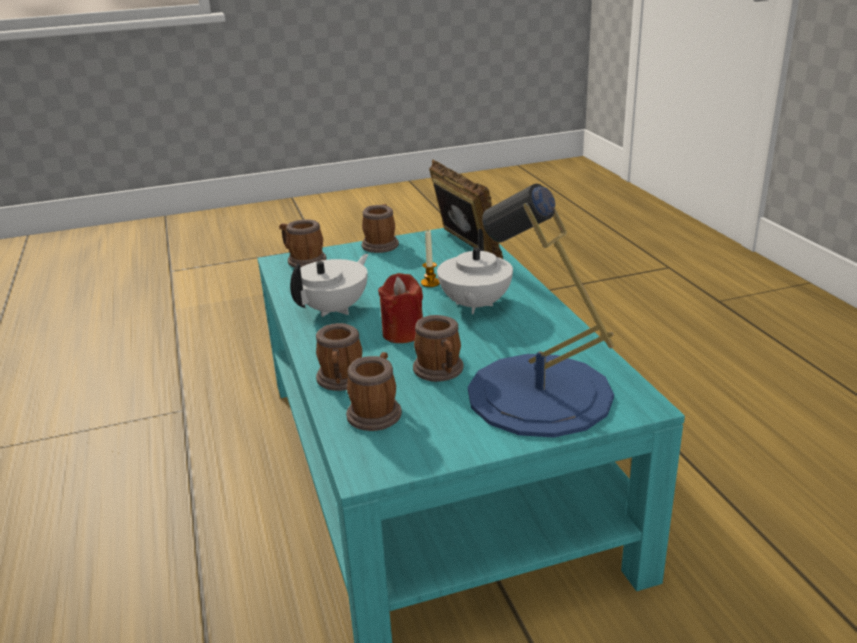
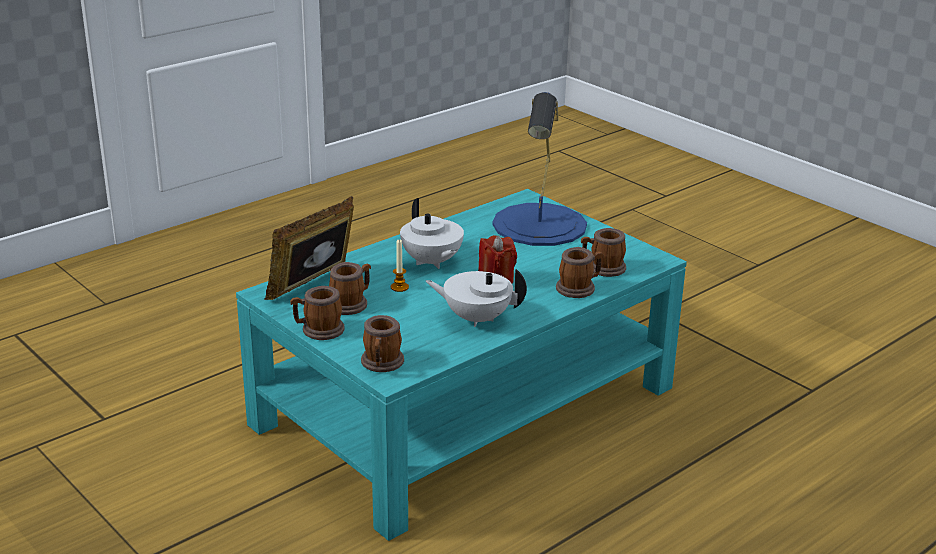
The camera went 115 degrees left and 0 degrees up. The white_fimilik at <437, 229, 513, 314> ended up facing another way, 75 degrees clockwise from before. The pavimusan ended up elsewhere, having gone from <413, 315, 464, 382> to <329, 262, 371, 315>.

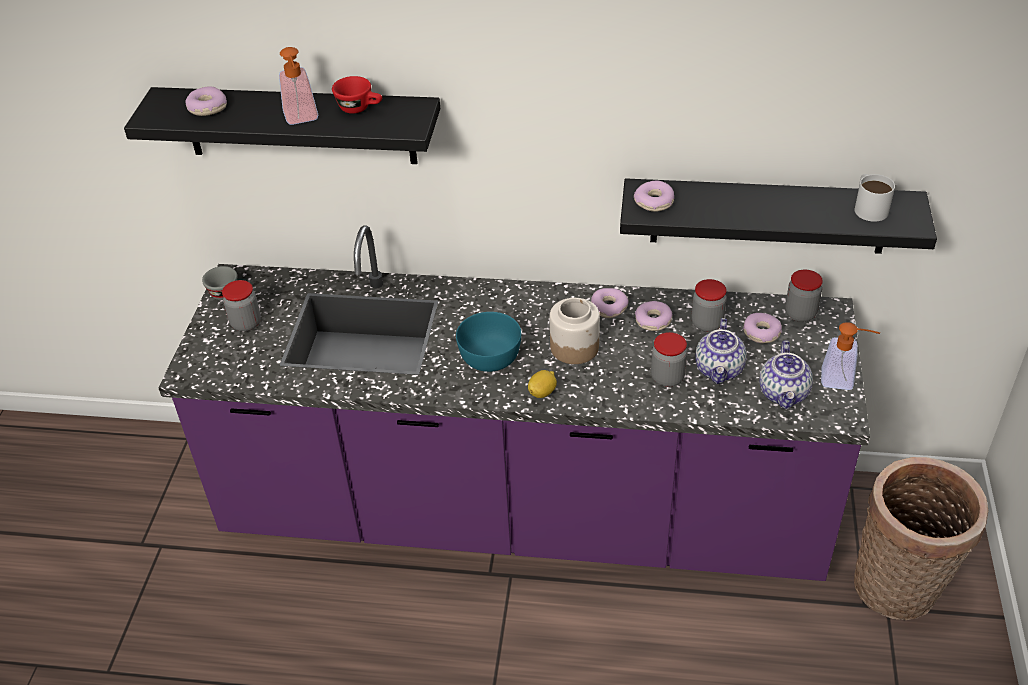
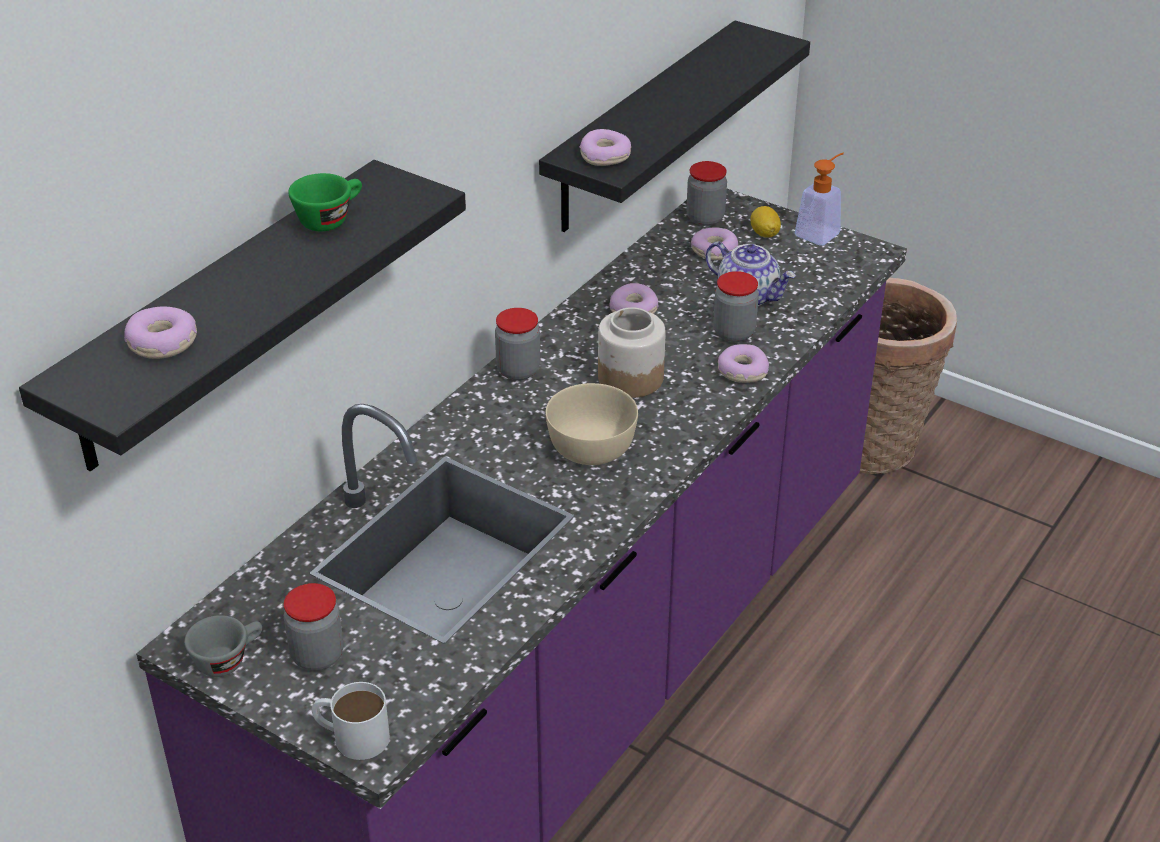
The camera went 65 degrees left and 5 degrees down. The second view lost the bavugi at <279, 47, 318, 125>. What was the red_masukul at <332, 76, 382, 114> turned into the green_masukul at <288, 173, 362, 231>. The white_pavimusan ended up elsewhere, having gone from <854, 174, 895, 222> to <312, 682, 390, 760>. The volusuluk ended up elsewhere, having gone from <691, 279, 727, 332> to <495, 308, 540, 380>. The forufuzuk ended up elsewhere, having gone from <591, 288, 629, 318> to <718, 344, 769, 383>. What was the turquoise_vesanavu at <456, 312, 521, 372> turned into the beige_vesanavu at <546, 383, 638, 465>. The second view lost the fimilik at <759, 340, 813, 409>. The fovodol ended up elsewhere, having gone from <528, 370, 557, 398> to <750, 206, 781, 238>.

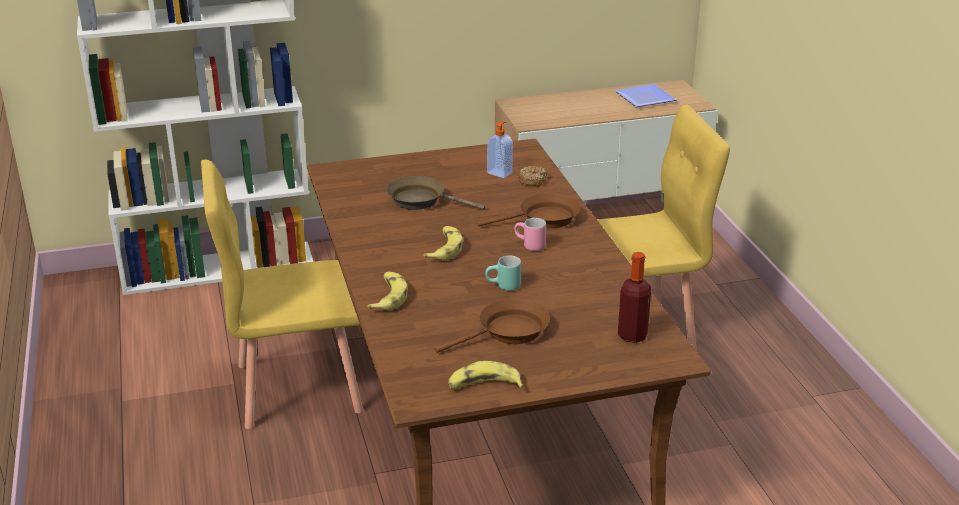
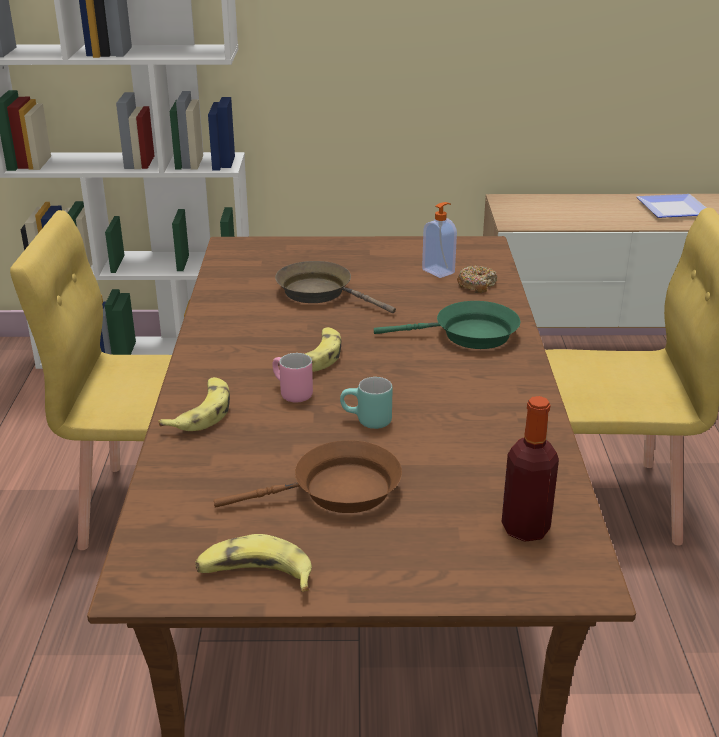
The camera went 15 degrees right and 0 degrees up. What was the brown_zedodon at <477, 193, 580, 228> turned into the green_zedodon at <374, 301, 520, 349>. The pink_pavimusan ended up elsewhere, having gone from <514, 218, 546, 251> to <272, 353, 313, 402>.

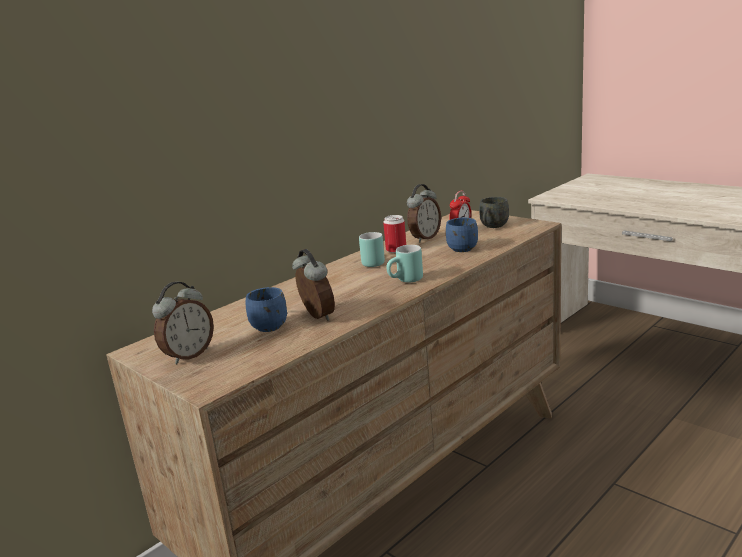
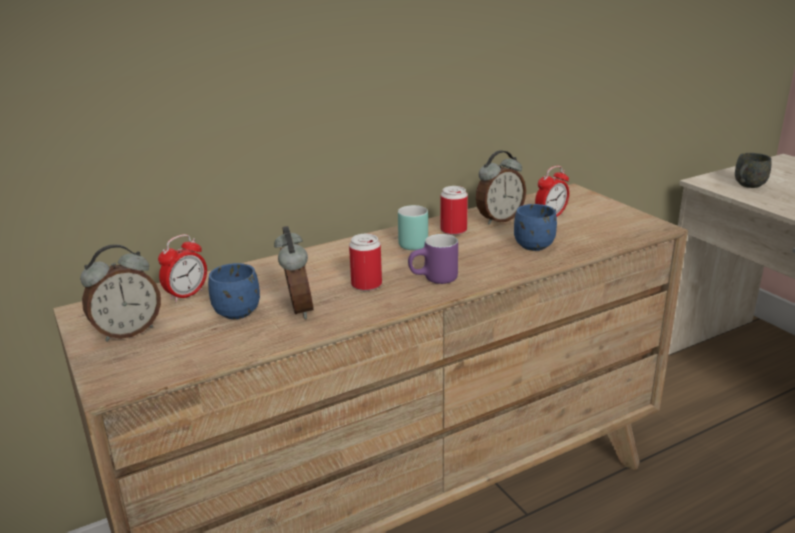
The camera went 15 degrees right and 5 degrees up. The grey_pavimusan ended up elsewhere, having gone from <479, 197, 509, 228> to <735, 153, 772, 188>. What was the turquoise_pavimusan at <386, 245, 423, 282> turned into the purple_pavimusan at <408, 234, 458, 284>. The second view gained the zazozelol at <158, 234, 207, 302>. The second view gained the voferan at <349, 234, 382, 291>.

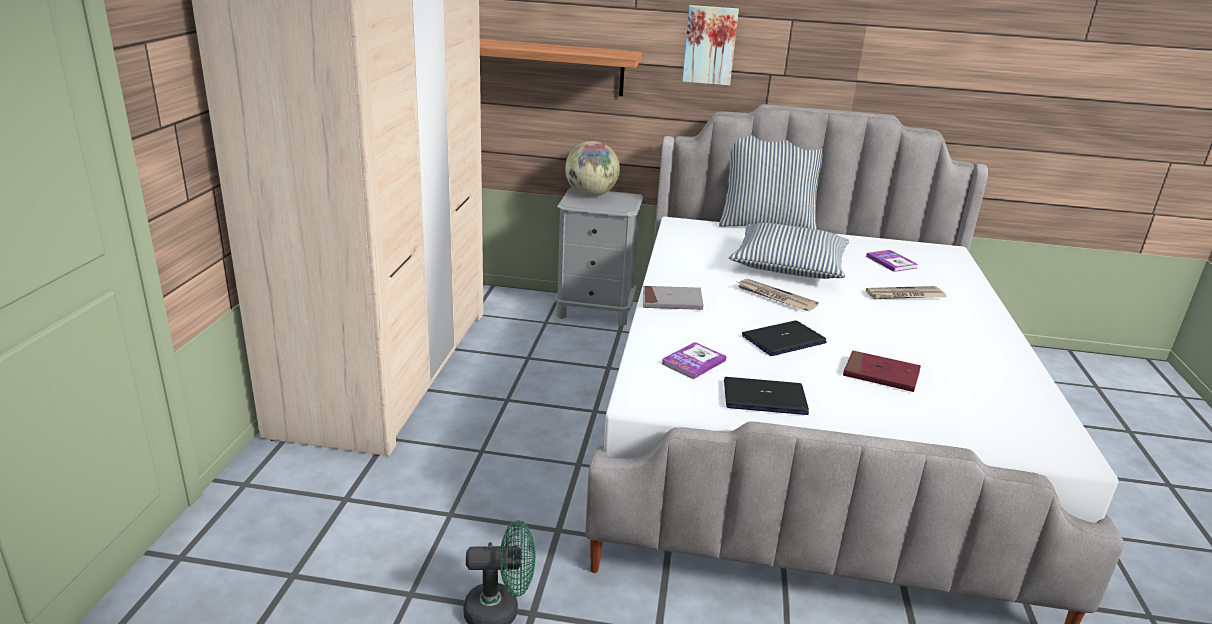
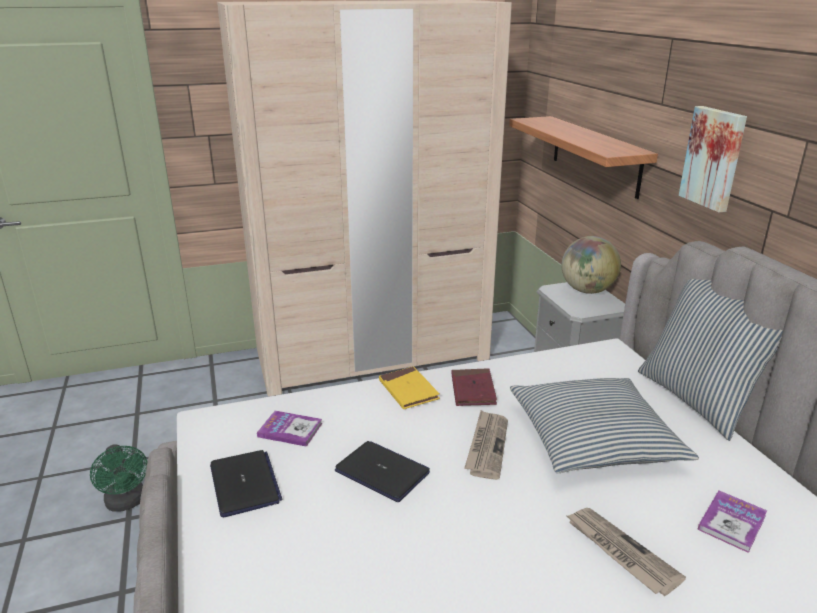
The camera went 65 degrees right and 0 degrees up. What was the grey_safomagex at <643, 286, 703, 310> turned into the yellow_safomagex at <379, 366, 440, 409>. The red_safomagex ended up elsewhere, having gone from <843, 351, 921, 392> to <451, 368, 497, 406>.

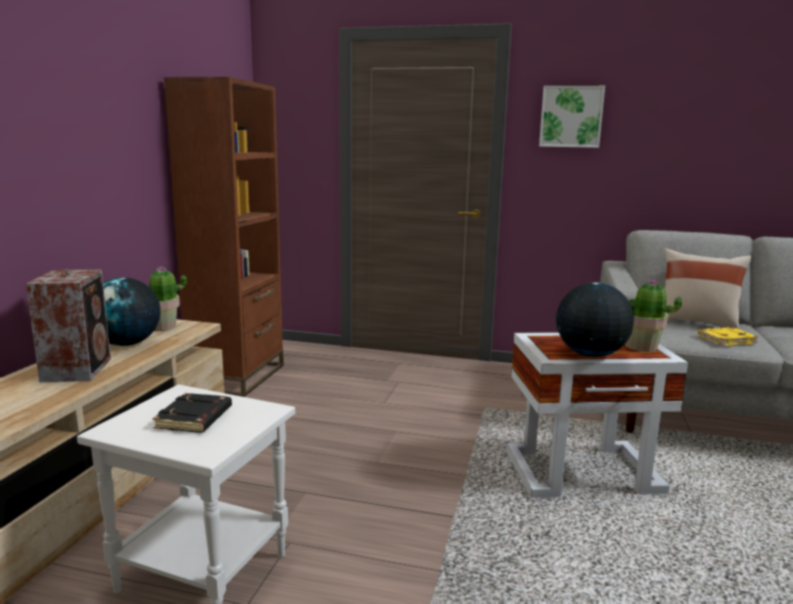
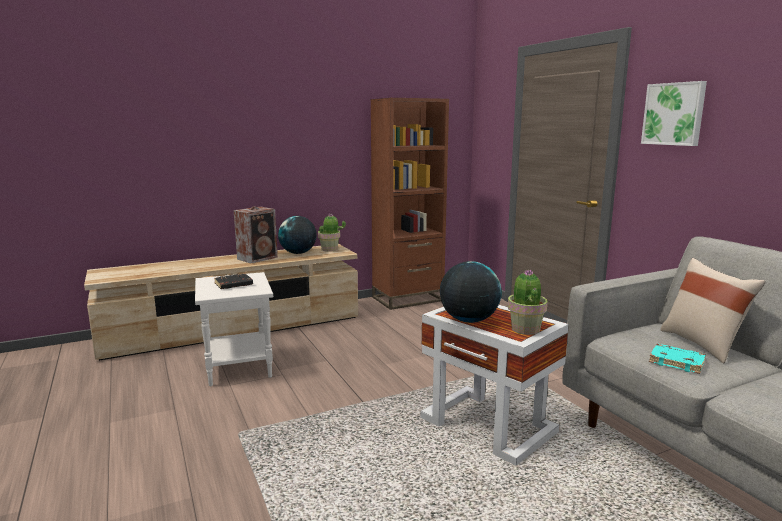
The camera went 50 degrees right and 0 degrees up. What was the yellow_safomagex at <698, 327, 758, 346> turned into the turquoise_safomagex at <649, 344, 706, 374>.

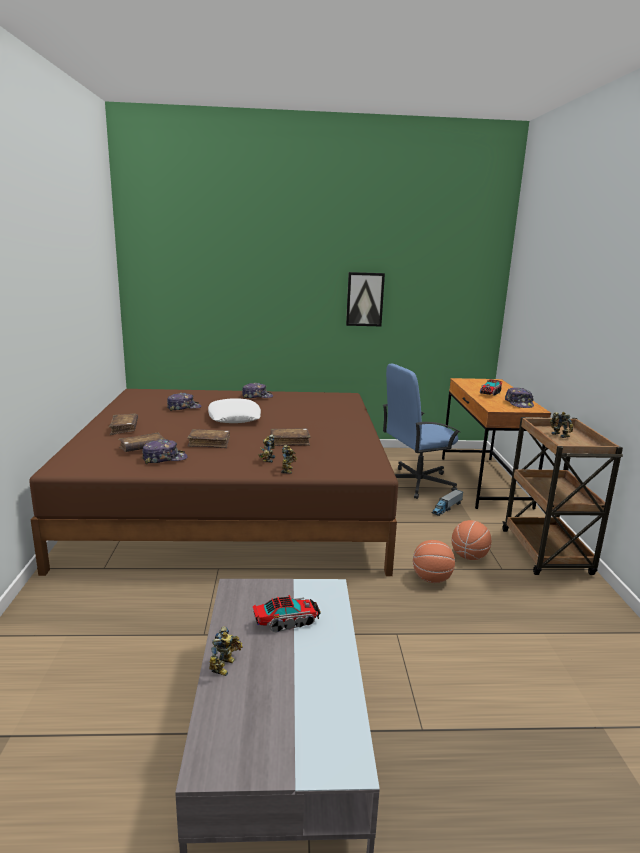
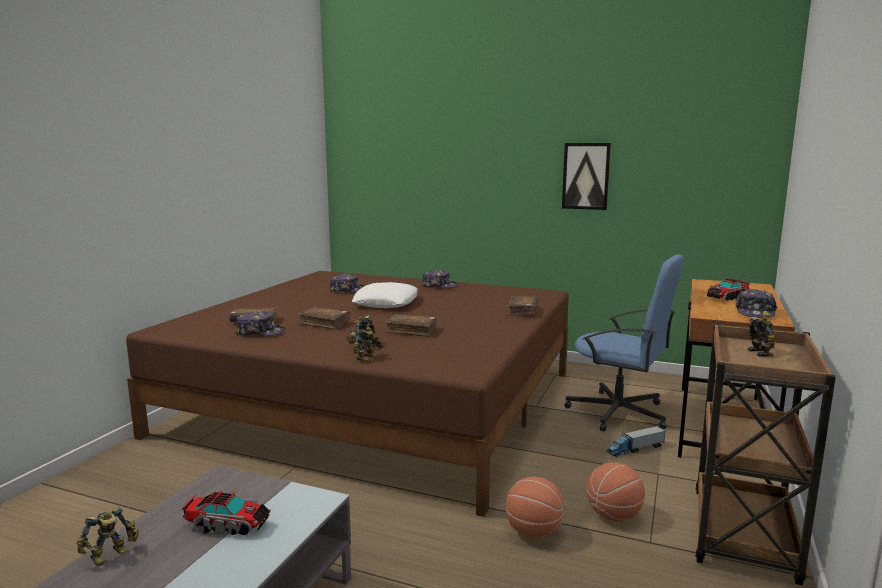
The camera went 25 degrees right and 5 degrees down. The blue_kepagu at <383, 363, 460, 499> ended up facing another way, 150 degrees counterclockwise from before. The brown_safomagex ended up elsewhere, having gone from <109, 414, 138, 435> to <507, 296, 538, 316>.

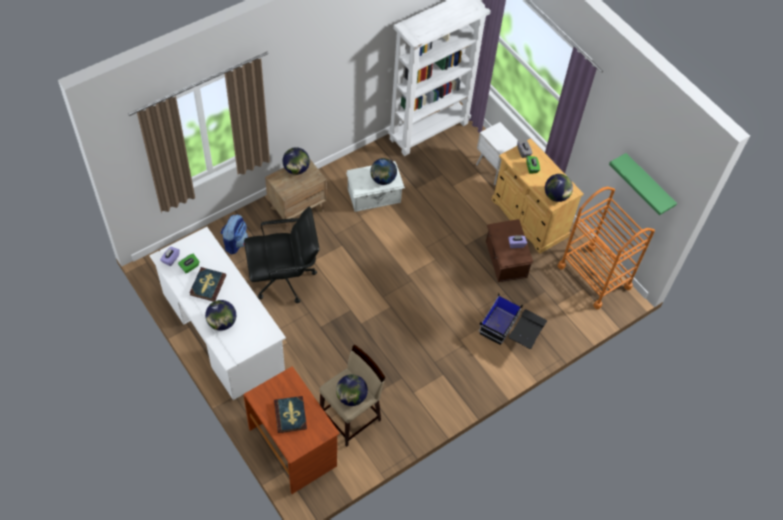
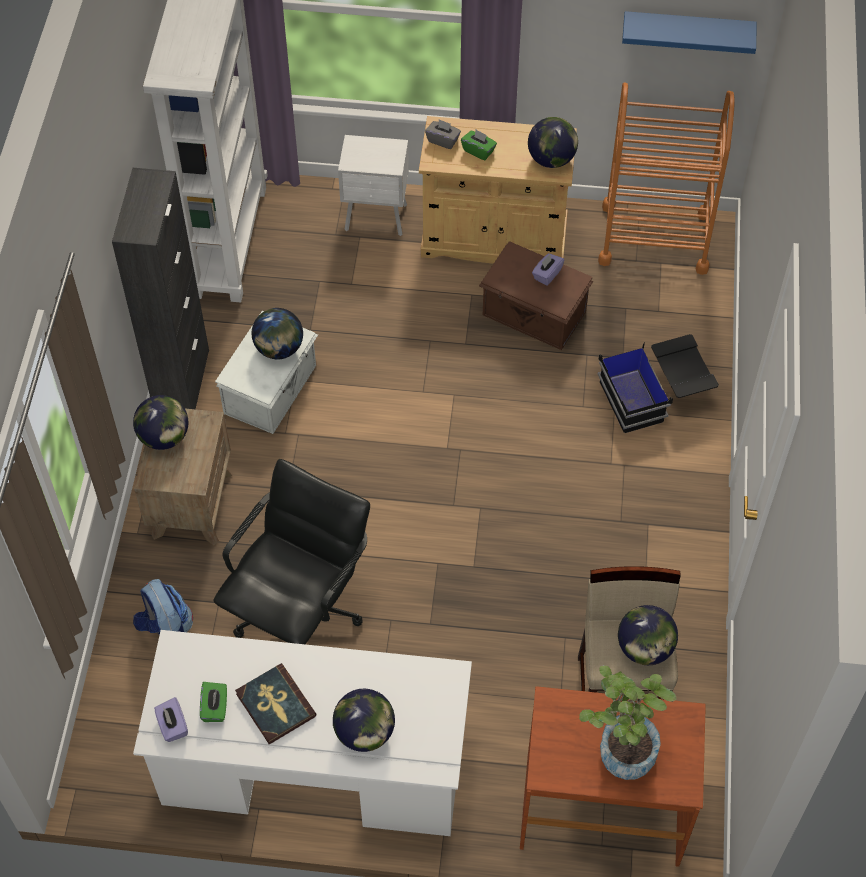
The camera went 45 degrees left and 0 degrees up. What was the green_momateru at <609, 153, 677, 215> turned into the blue_momateru at <622, 11, 757, 54>. Where the safomagex stood at <274, 396, 307, 433>, the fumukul came to stand at <579, 665, 676, 780>. The second view gained the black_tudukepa at <112, 168, 209, 409>.

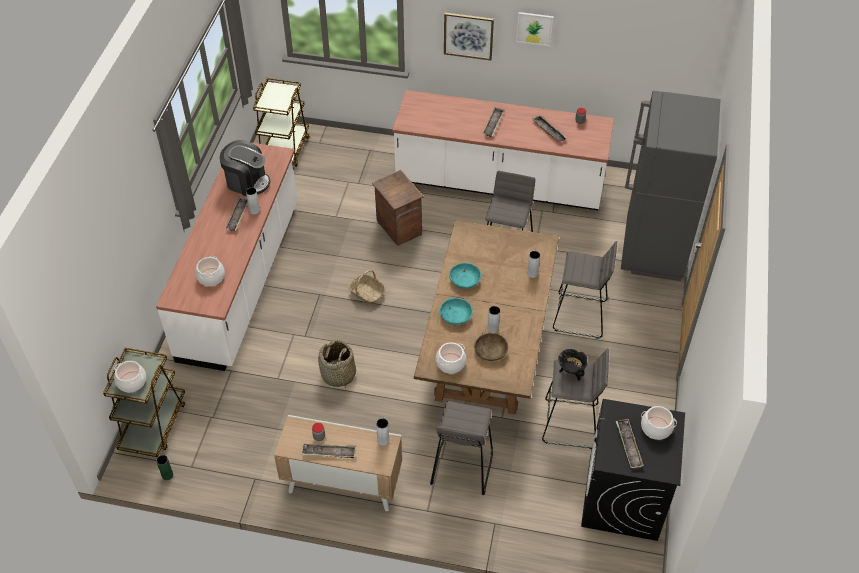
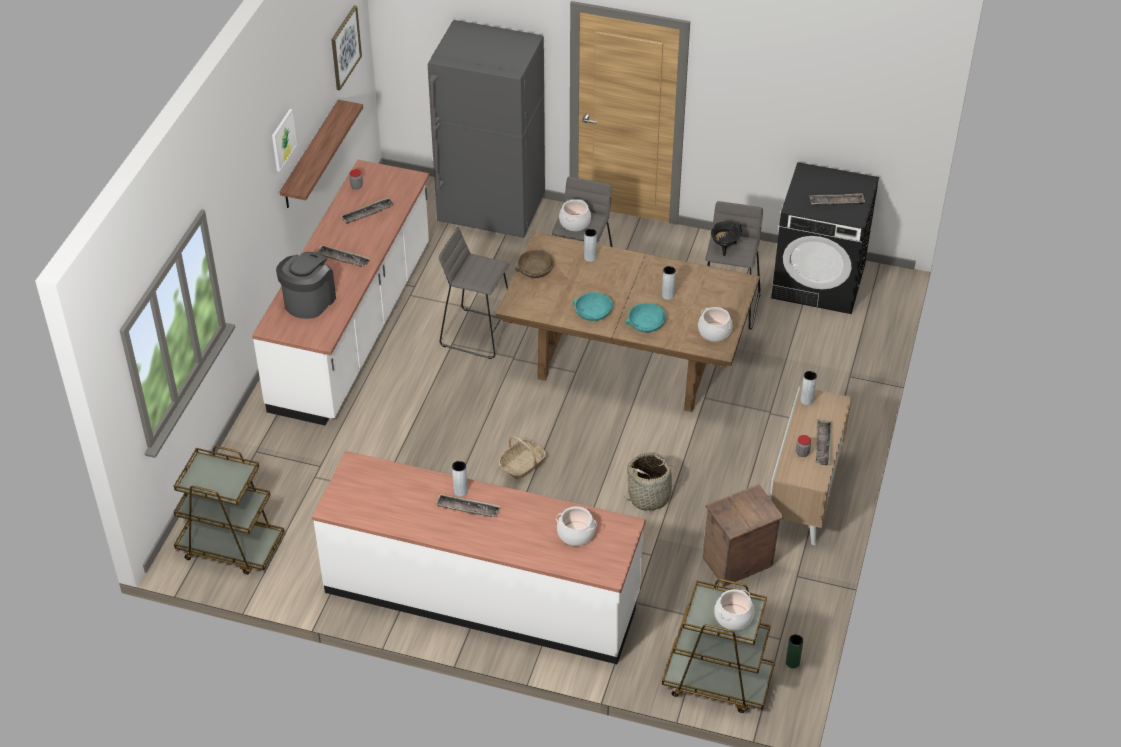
The camera went 85 degrees left and 5 degrees down. The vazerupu ended up elsewhere, having gone from <444, 13, 494, 60> to <331, 5, 362, 90>. The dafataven ended up elsewhere, having gone from <220, 140, 270, 196> to <276, 252, 336, 319>. The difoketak ended up elsewhere, having gone from <372, 170, 424, 246> to <703, 484, 784, 587>. The brown_vesanavu ended up elsewhere, having gone from <474, 332, 508, 361> to <515, 250, 553, 278>. The second view lost the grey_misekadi at <430, 401, 493, 495>. The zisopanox ended up elsewhere, having gone from <641, 406, 677, 440> to <559, 199, 591, 231>. The second view gained the momateru at <280, 100, 363, 208>.

